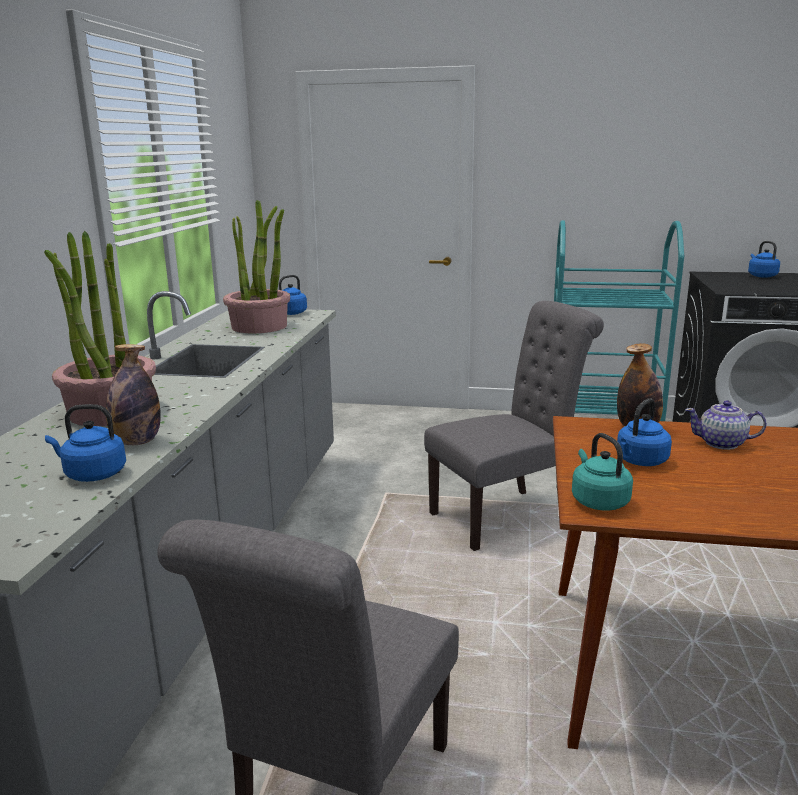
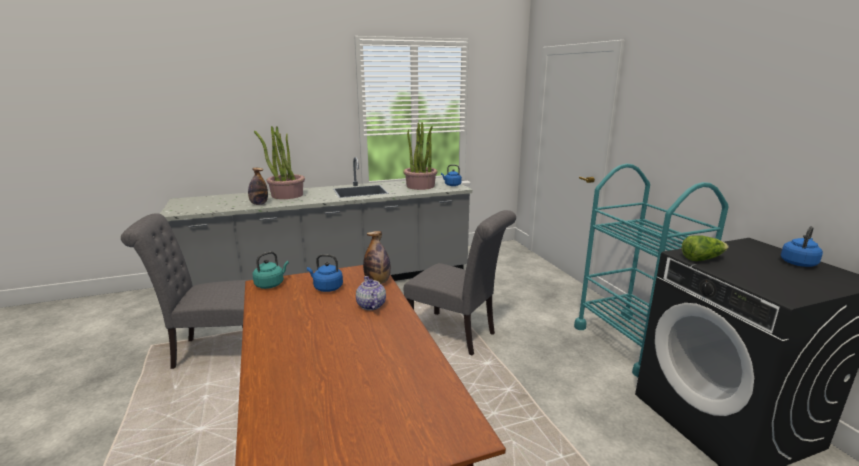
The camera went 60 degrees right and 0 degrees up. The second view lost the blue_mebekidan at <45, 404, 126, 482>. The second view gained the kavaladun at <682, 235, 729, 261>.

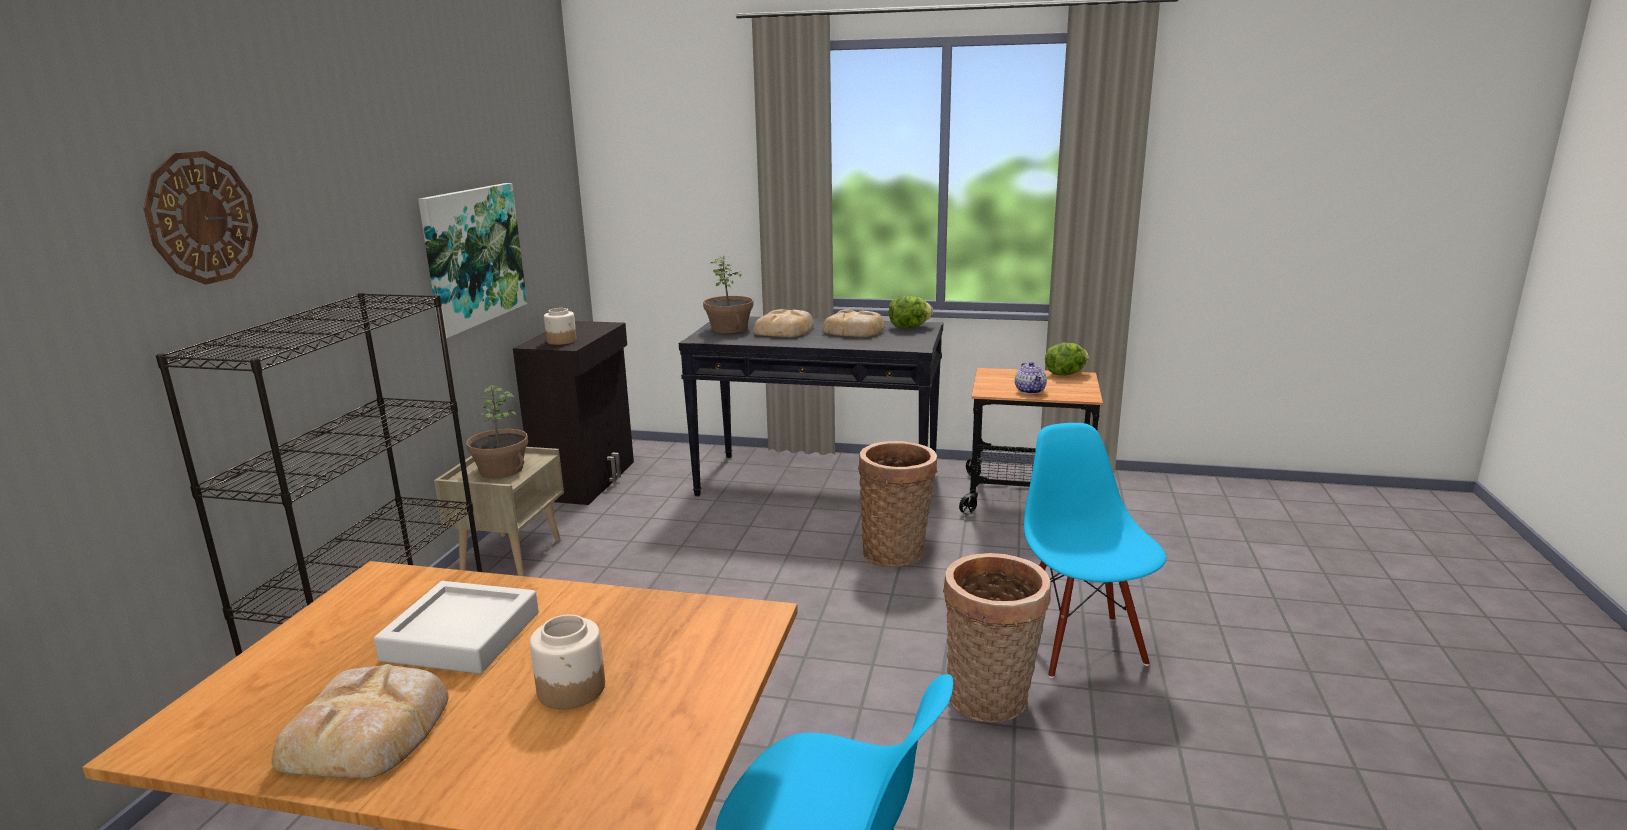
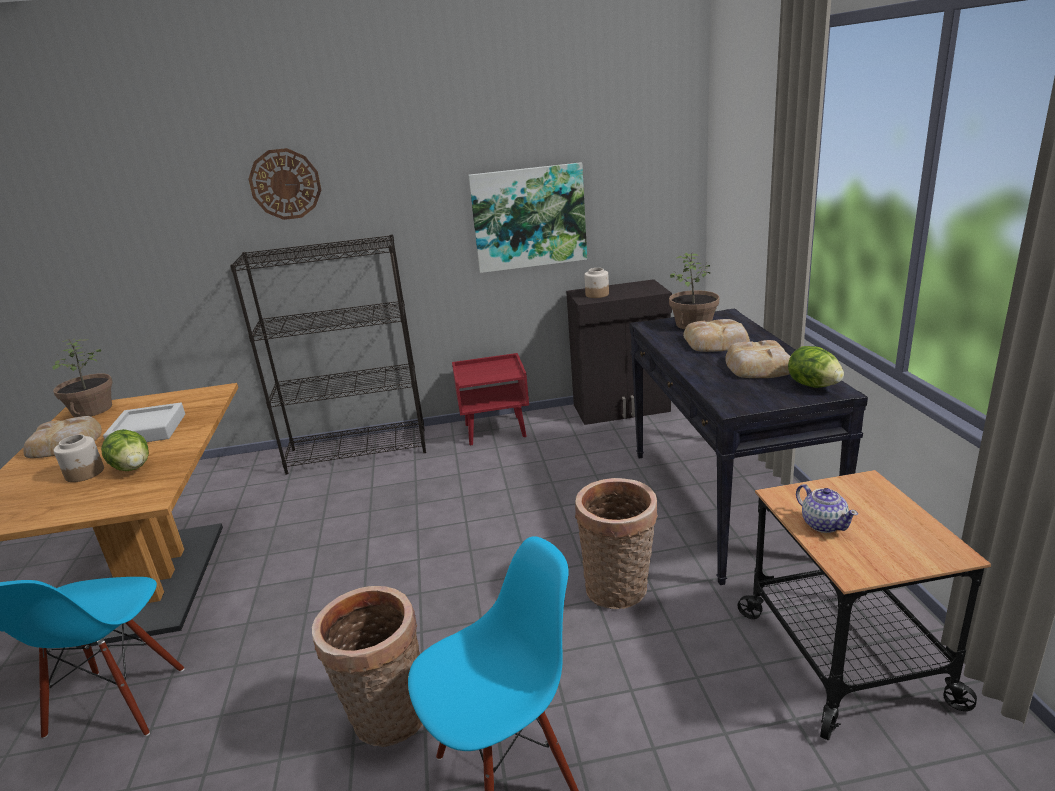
The camera went 70 degrees right and 5 degrees up. The kavaladun ended up elsewhere, having gone from <1045, 343, 1089, 376> to <101, 429, 149, 471>. The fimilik at <1015, 362, 1047, 394> ended up facing another way, 90 degrees counterclockwise from before. The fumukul ended up elsewhere, having gone from <466, 385, 528, 478> to <52, 338, 113, 417>. What was the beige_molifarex at <434, 447, 564, 576> turned into the red_molifarex at <452, 353, 529, 445>.

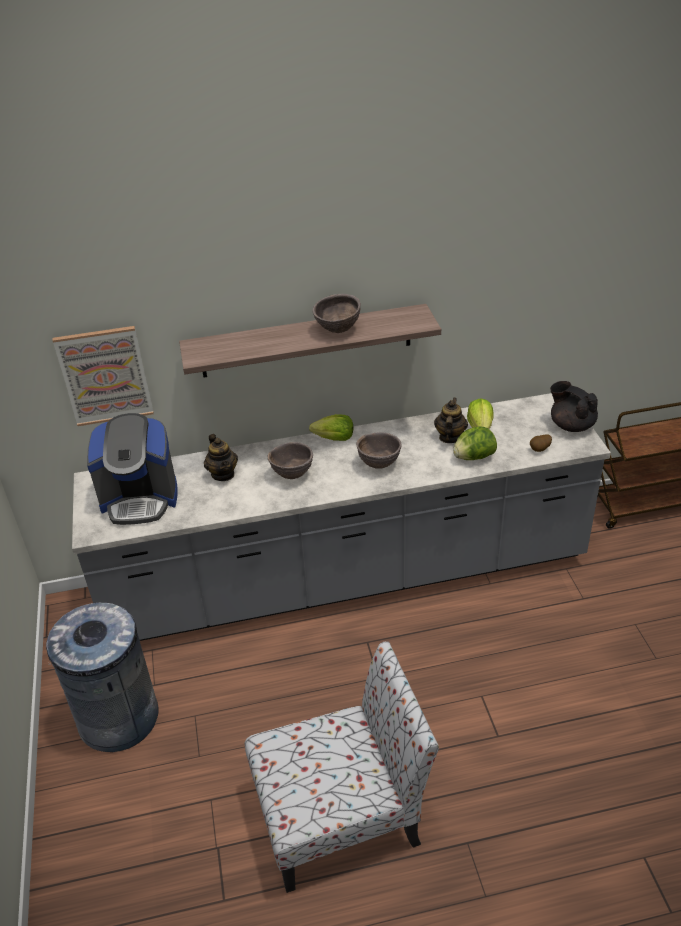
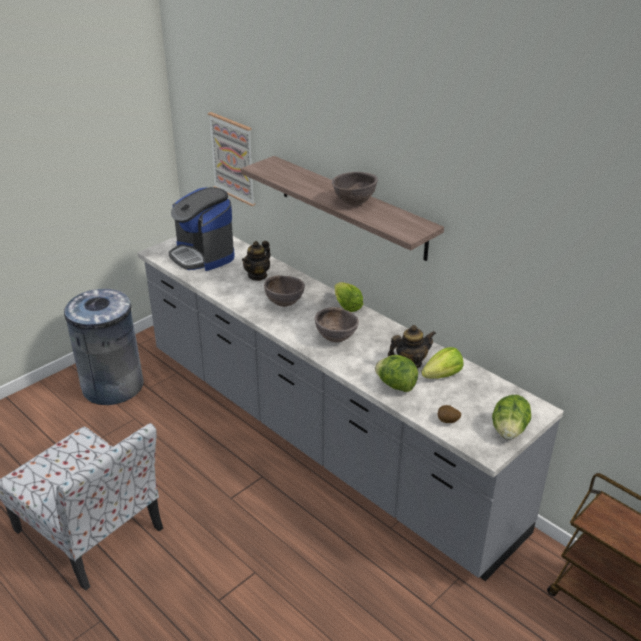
The camera went 55 degrees right and 5 degrees down. Where the black_fimilik stood at <550, 381, 598, 432>, the kavaladun came to stand at <492, 395, 531, 440>.

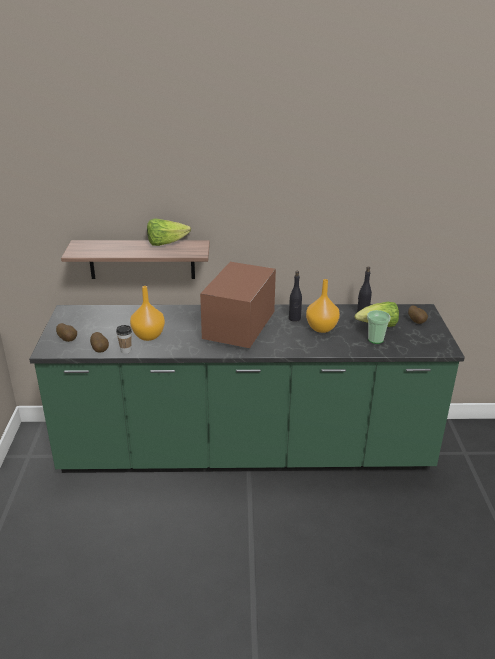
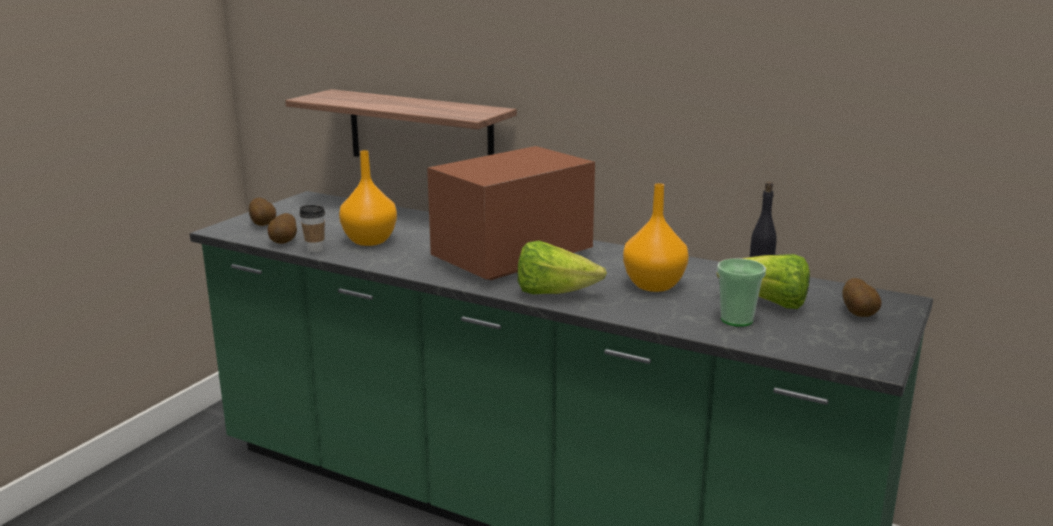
The camera went 30 degrees right and 10 degrees down. The kavaladun ended up elsewhere, having gone from <147, 218, 191, 246> to <518, 240, 607, 294>. The second view lost the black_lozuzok at <289, 271, 302, 322>.

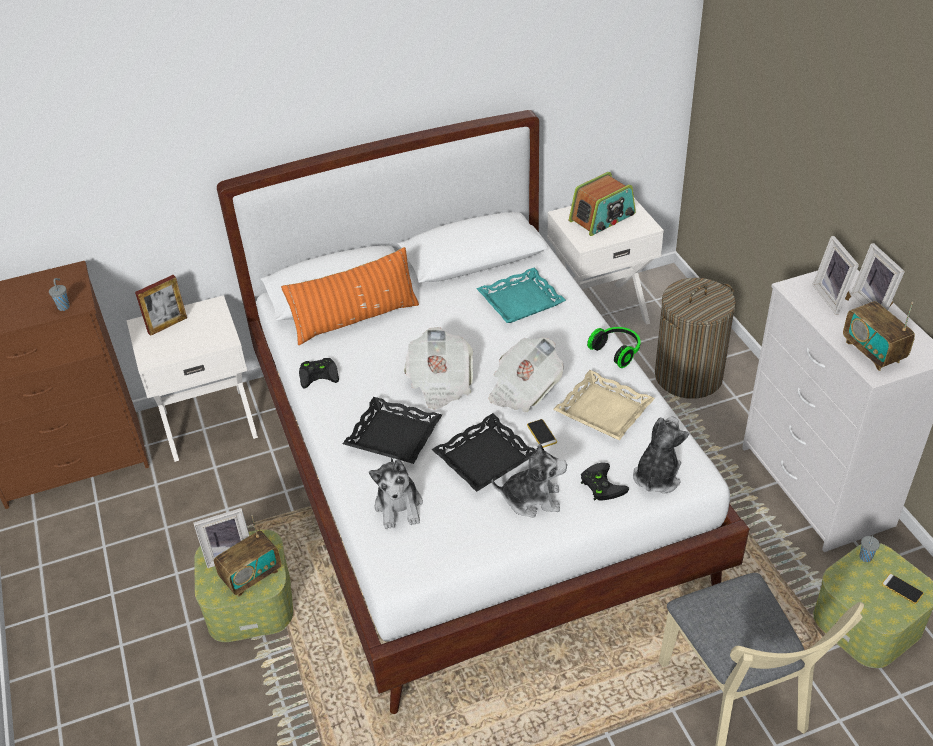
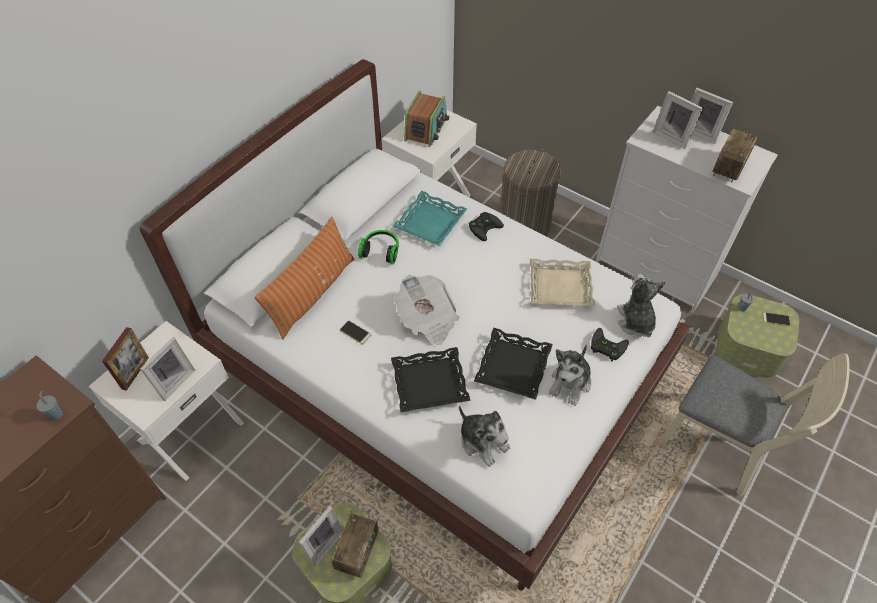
The camera went 35 degrees left and 10 degrees up. The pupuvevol at <843, 301, 915, 371> ended up facing another way, 90 degrees clockwise from before. The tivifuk ended up elsewhere, having gone from <587, 327, 641, 368> to <358, 230, 399, 264>. The second view lost the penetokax at <488, 338, 564, 412>. The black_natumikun ended up elsewhere, having gone from <299, 358, 339, 389> to <469, 212, 504, 241>. The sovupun ended up elsewhere, having gone from <527, 419, 557, 448> to <340, 321, 371, 344>. The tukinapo at <491, 443, 567, 518> ended up facing another way, 150 degrees clockwise from before. The second view gained the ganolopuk at <140, 337, 195, 401>.

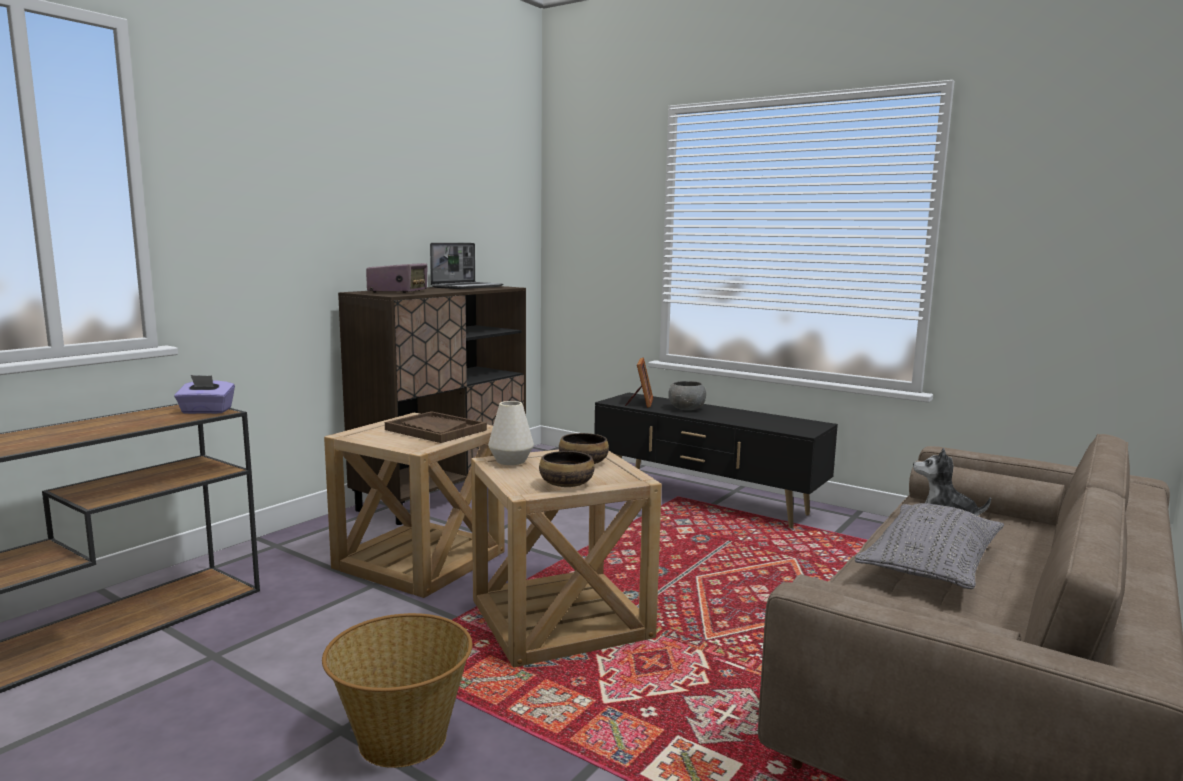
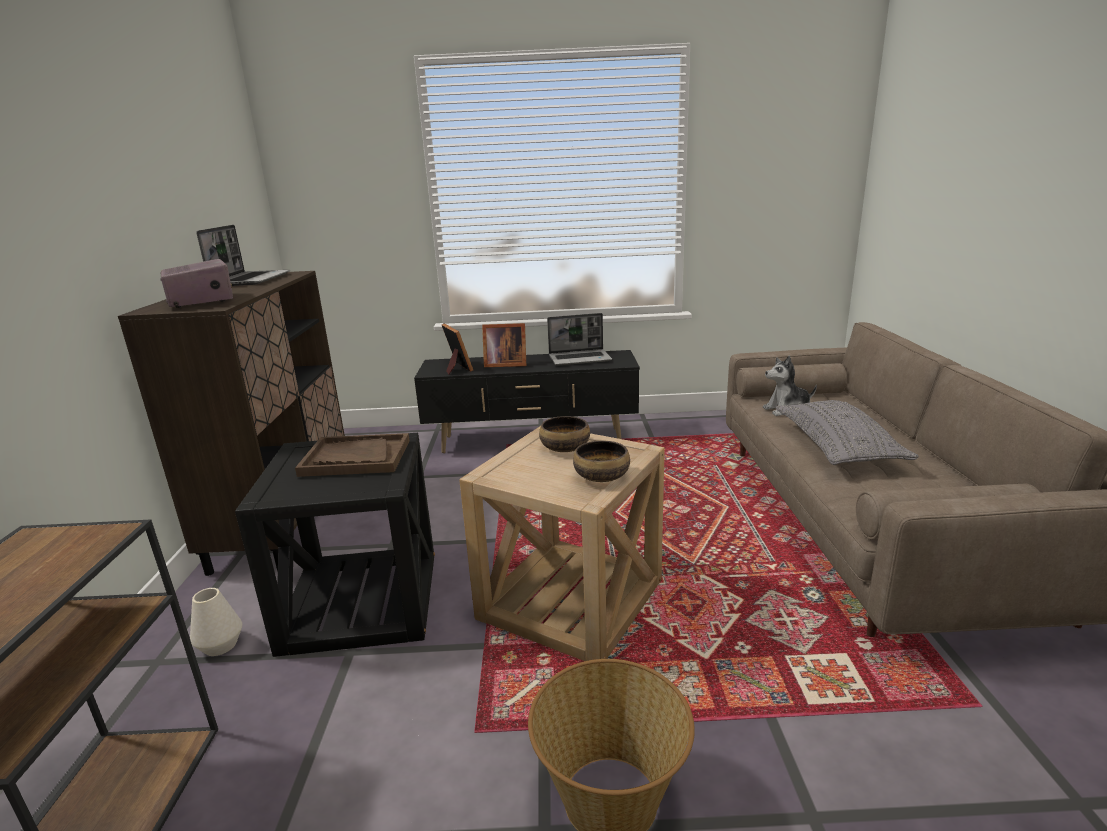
The camera went 35 degrees left and 10 degrees up. The second view lost the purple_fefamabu at <174, 375, 235, 414>. Where the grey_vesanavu stood at <668, 381, 706, 410>, the ganolopuk came to stand at <482, 323, 526, 367>. The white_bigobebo ended up elsewhere, having gone from <488, 401, 534, 465> to <190, 588, 242, 656>. What was the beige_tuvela at <324, 413, 504, 598> turned into the black_tuvela at <235, 433, 435, 657>. The second view gained the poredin at <547, 313, 612, 366>.

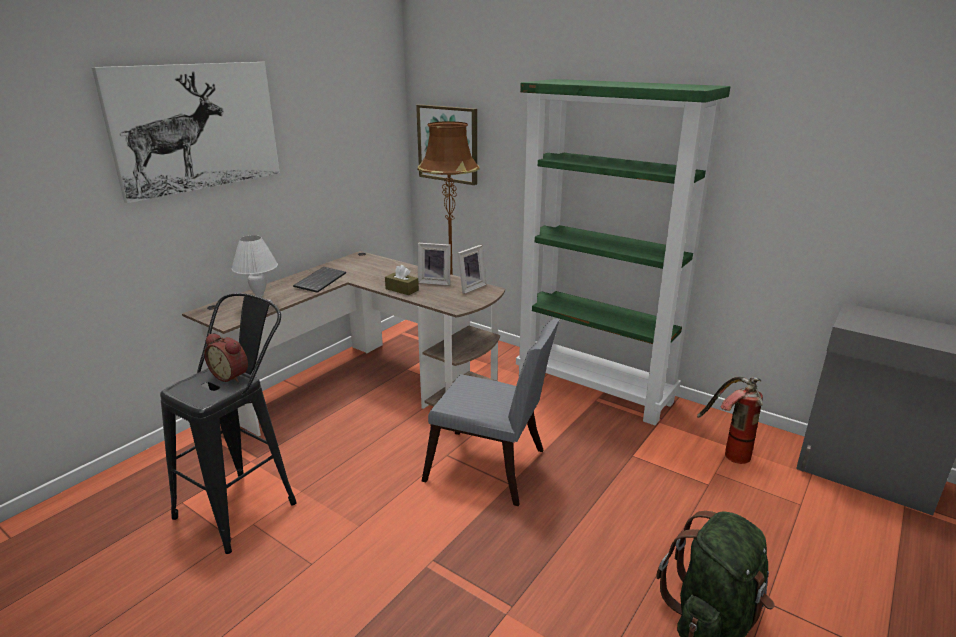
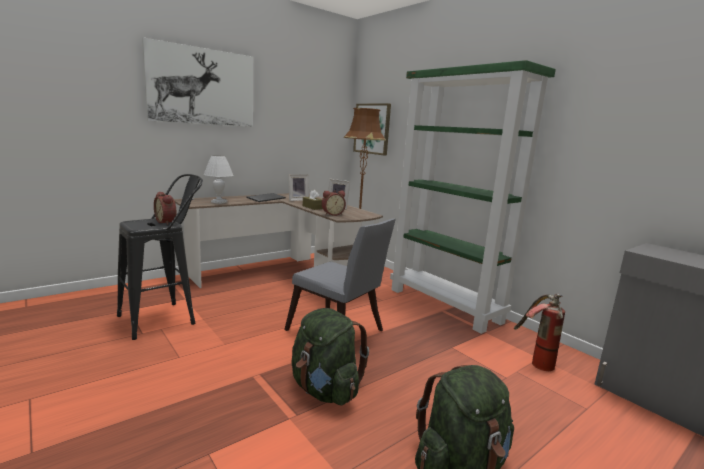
The camera went 15 degrees right and 10 degrees down. The ganolopuk ended up elsewhere, having gone from <458, 245, 487, 294> to <288, 174, 309, 201>. The second view gained the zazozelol at <322, 191, 346, 216>. The second view gained the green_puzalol at <291, 308, 369, 405>.

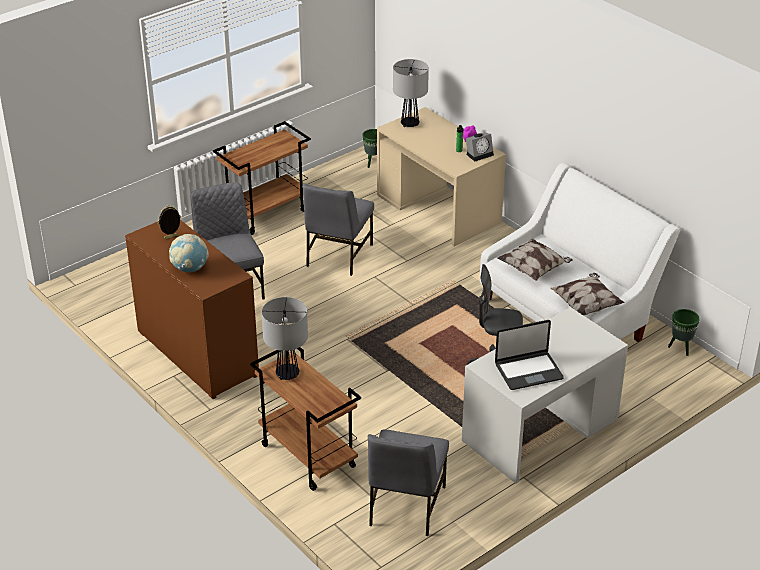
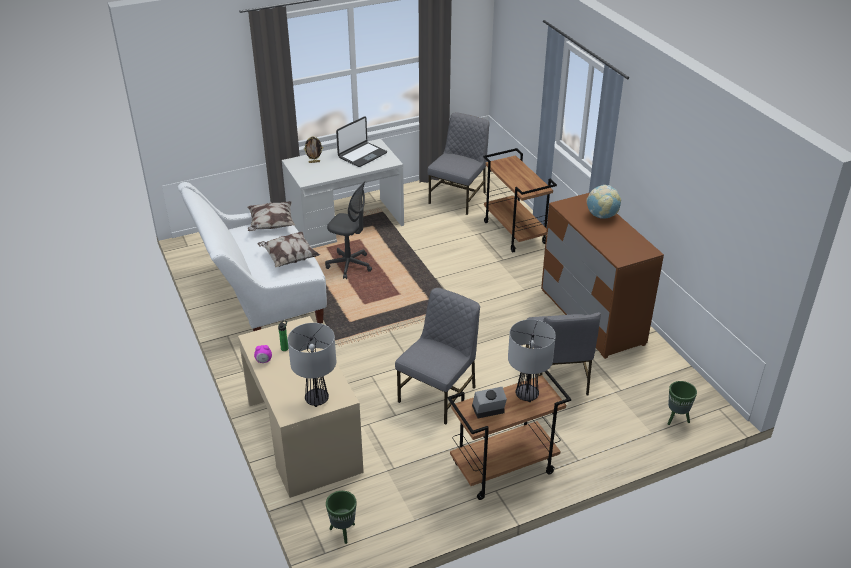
The camera went 165 degrees left and 0 degrees up. The zazozelol ended up elsewhere, having gone from <466, 132, 494, 161> to <472, 387, 507, 418>. The ganolopuk ended up elsewhere, having gone from <157, 205, 181, 239> to <304, 136, 323, 163>. The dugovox ended up elsewhere, having gone from <261, 297, 308, 380> to <508, 319, 556, 402>. The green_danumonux ended up elsewhere, having gone from <668, 309, 700, 356> to <668, 381, 697, 425>. The poredin at <495, 320, 564, 390> ended up facing another way, 135 degrees clockwise from before.

